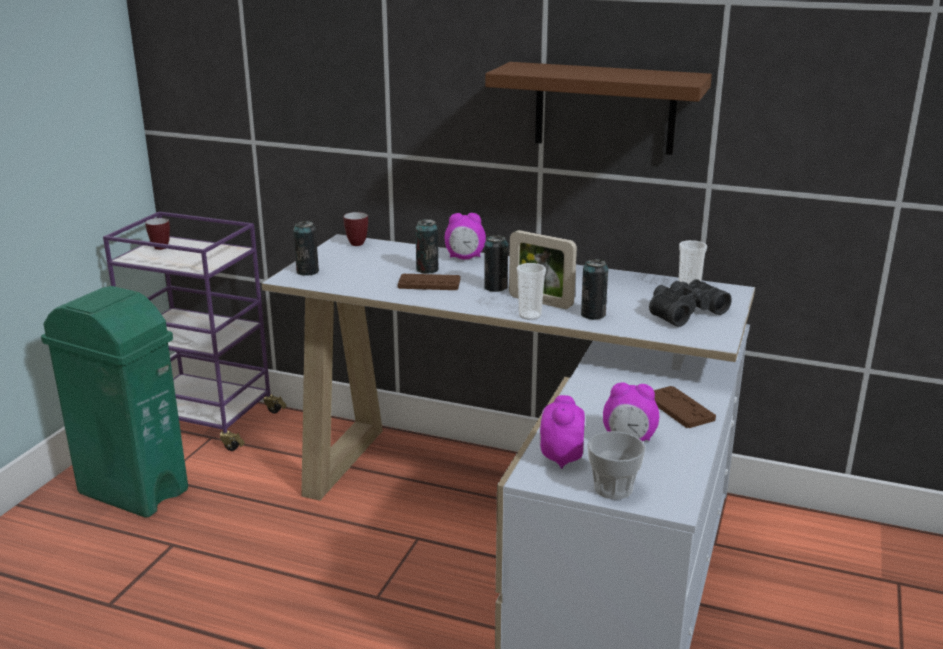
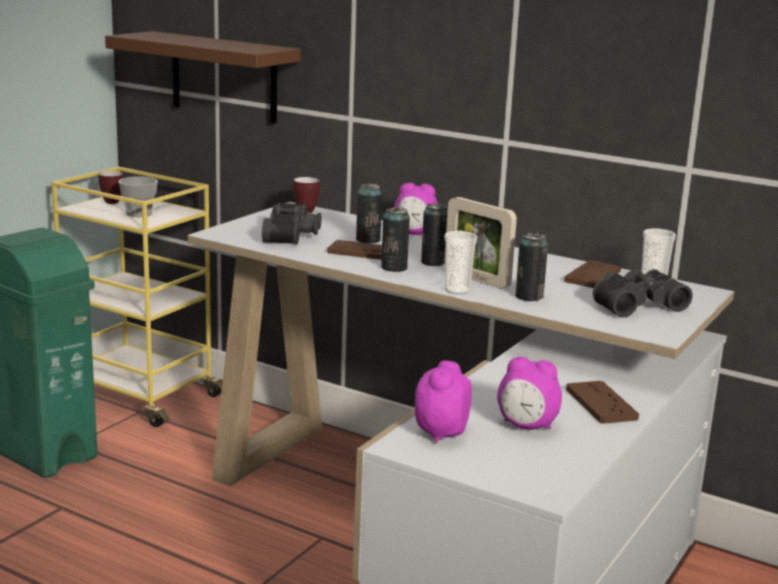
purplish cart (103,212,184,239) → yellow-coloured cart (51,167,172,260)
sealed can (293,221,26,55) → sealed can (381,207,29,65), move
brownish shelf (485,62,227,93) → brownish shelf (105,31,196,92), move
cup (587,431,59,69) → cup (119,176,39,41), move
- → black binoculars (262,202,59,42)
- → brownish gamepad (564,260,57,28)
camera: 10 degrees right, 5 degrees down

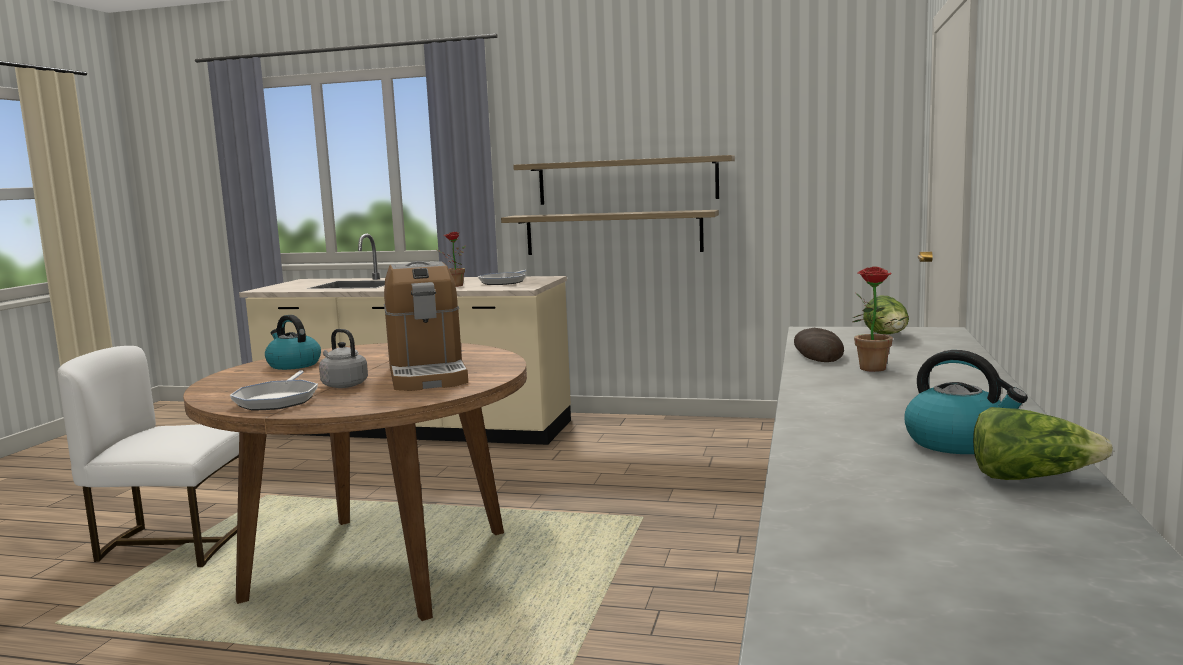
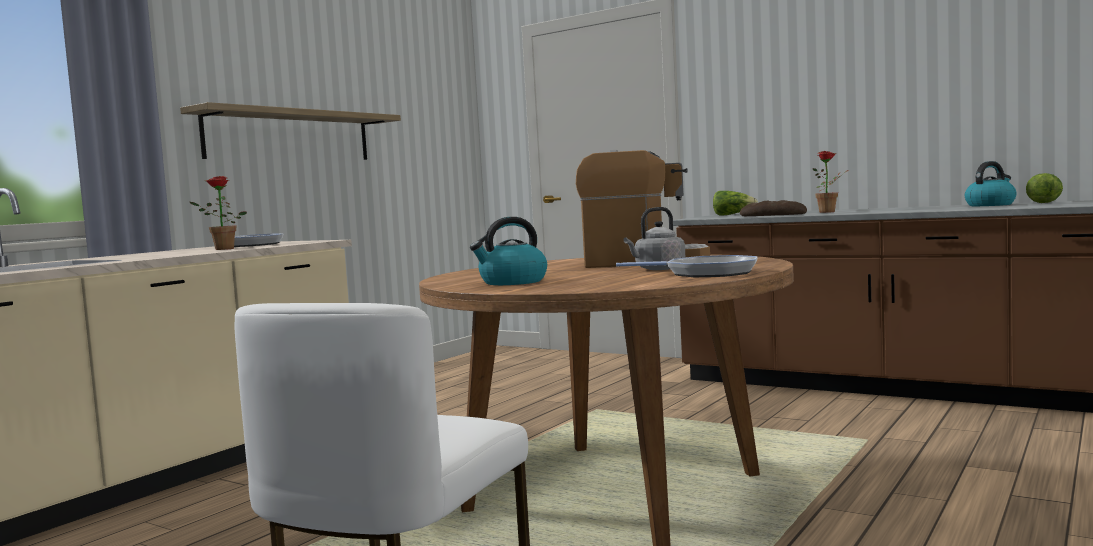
shelf (501,210,218,45) → -
camera: 70 degrees left, 5 degrees down

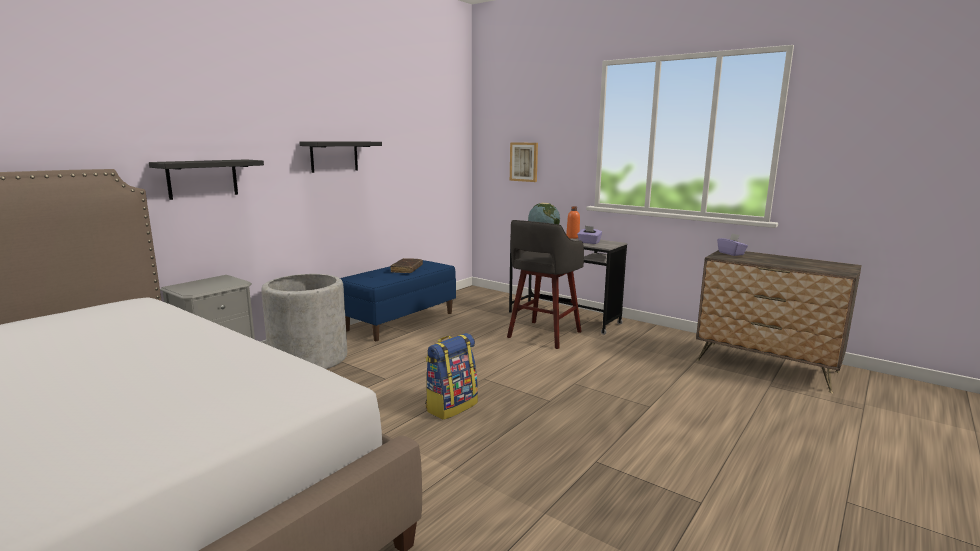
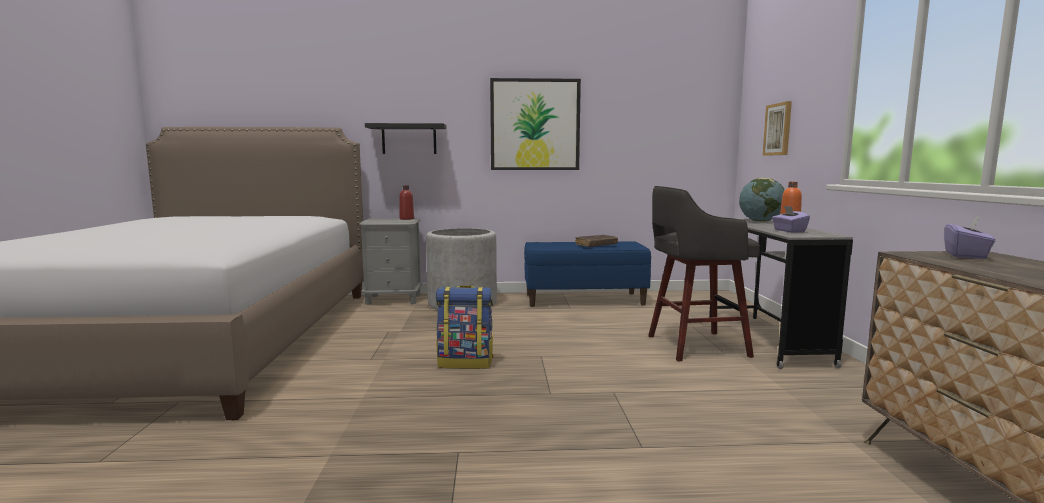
black shelf (299,142,83,31) → picture (490,78,91,92)
- → red-coloured bottle (399,185,15,35)
camera: 50 degrees right, 5 degrees down

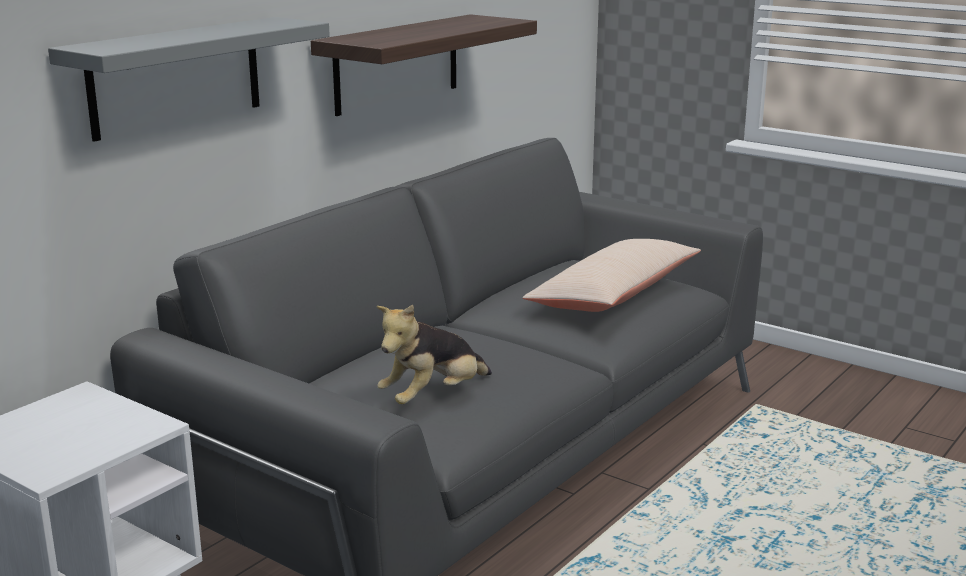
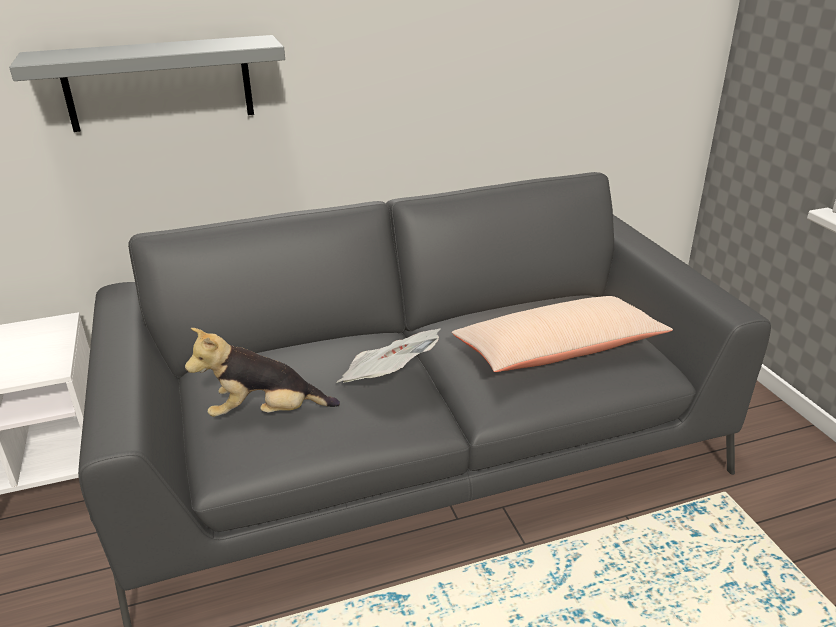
shelf (311,14,226,102) → -
- → daily paper (336,328,104,55)
camera: 35 degrees right, 10 degrees up

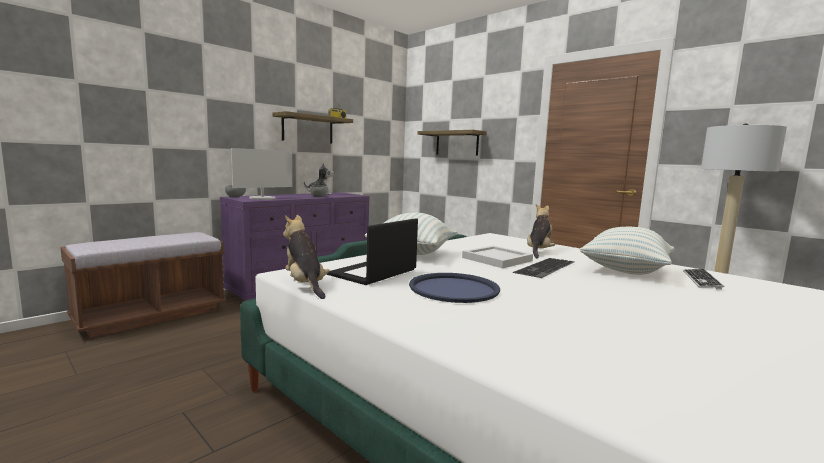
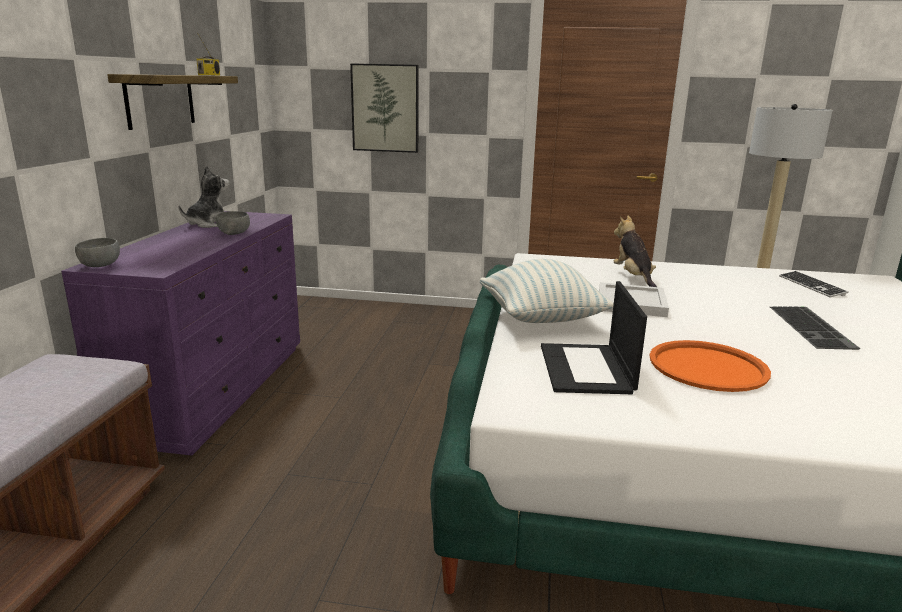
monitor (231,148,62,52) → -
soft toy (283,215,47,84) → -
bluish tray (409,273,91,30) → orange tray (650,340,121,52)
shelf (417,130,70,26) → picture (350,63,69,90)
computer keyboard (513,258,61,20) → computer keyboard (770,306,90,44), move
cushion (580,227,94,48) → -
camera: 35 degrees left, 10 degrees up

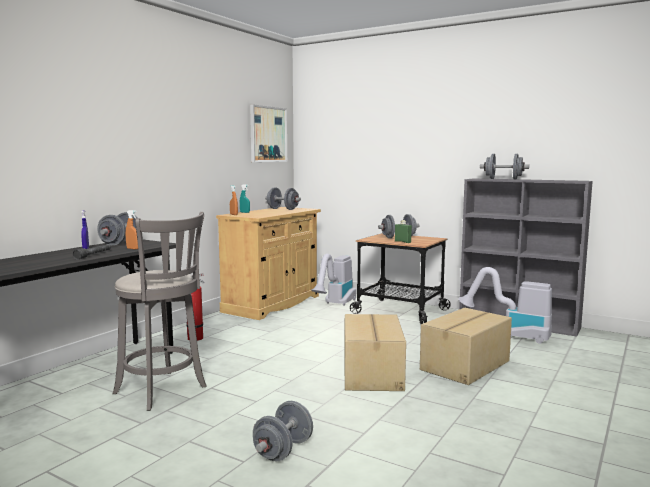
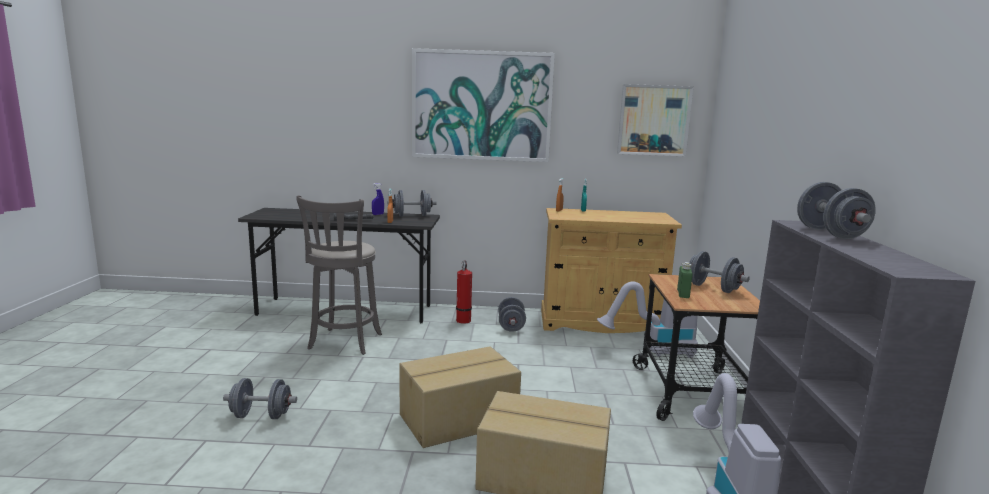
gray dumbbell (265,187,36,23) → gray dumbbell (498,297,28,35), move
- → picture (412,48,143,114)
camera: 60 degrees right, 5 degrees up

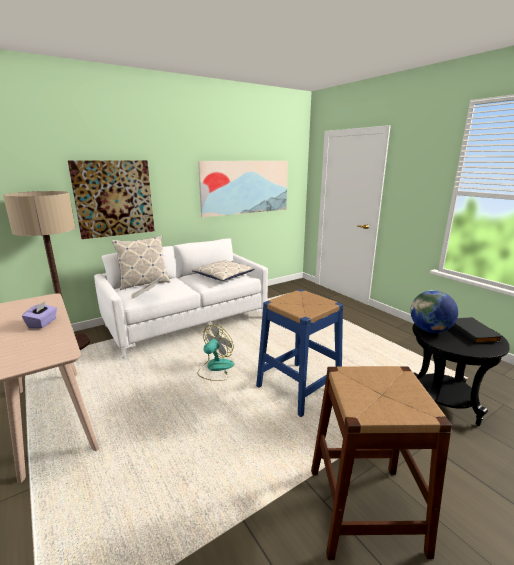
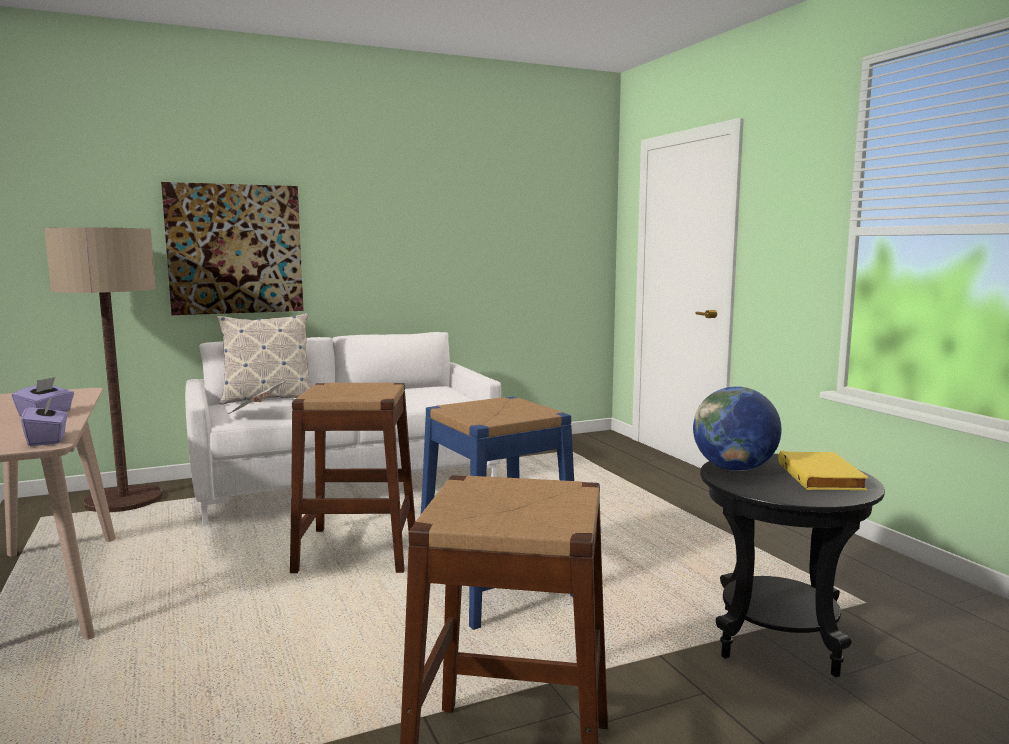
cushion (192,260,63,21) → -
fan (197,325,37,56) → brownish sitting stool (290,383,125,190)
picture (198,161,90,57) → -
black book (451,317,52,27) → yellow-coloured book (778,451,90,39)
- → purplish tissue box (21,396,47,50)
camera: 10 degrees right, 10 degrees down

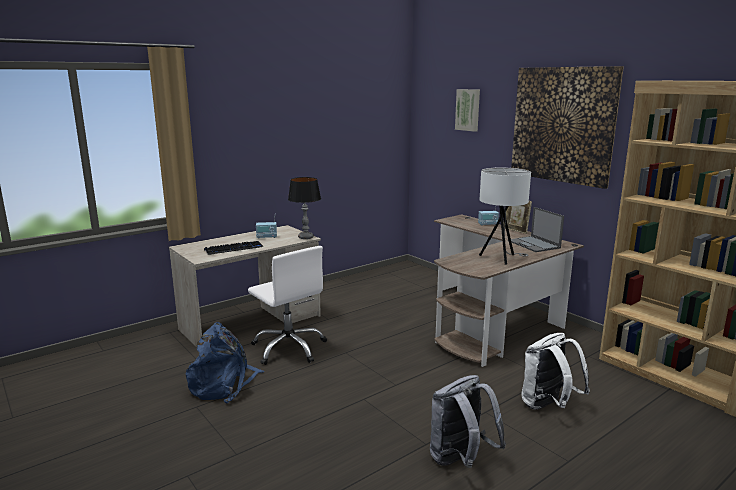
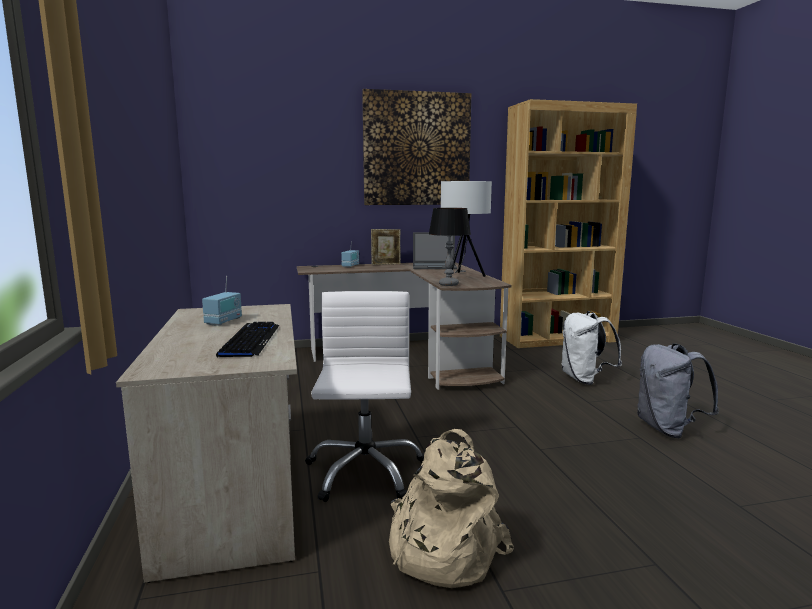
bluish rucksack (185,322,79,81) → beige-coloured rucksack (389,429,125,159)
white office chair (248,246,79,119) → white office chair (305,291,119,211), 75 degrees counterclockwise
table lamp (288,177,33,62) → table lamp (429,208,42,78), move
picture (455,89,25,43) → -
camera: 65 degrees left, 5 degrees down

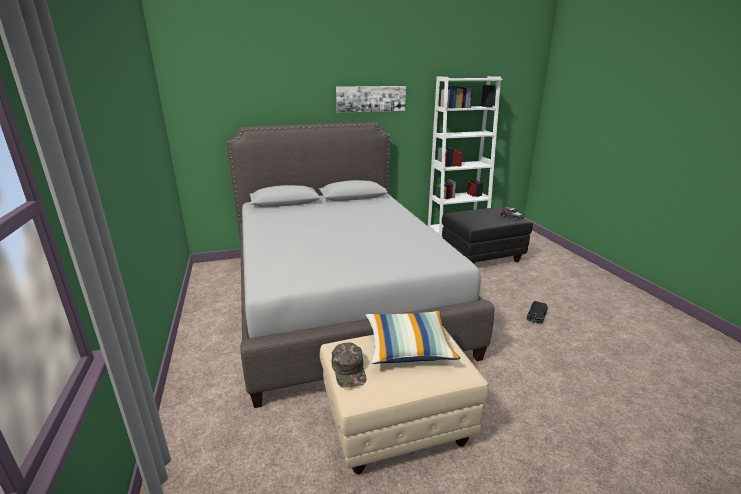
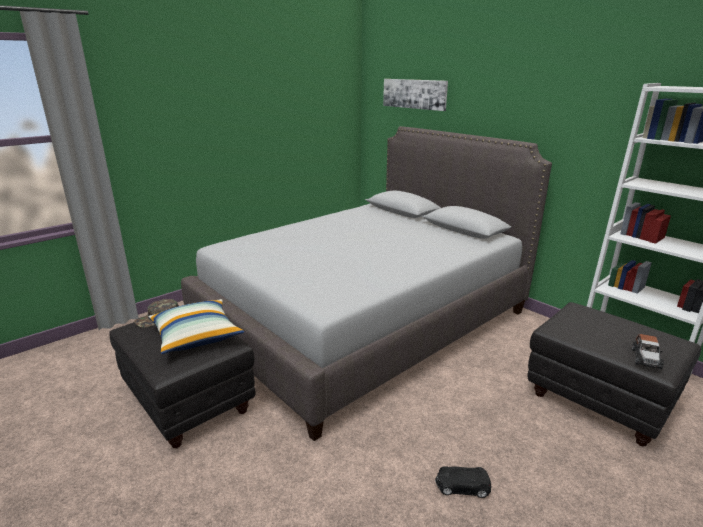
beige-coloured ottoman (320,326,169,148) → black ottoman (109,322,147,126)
picture (336,86,70,27) → picture (383,79,65,32), move
camera: 65 degrees right, 0 degrees up

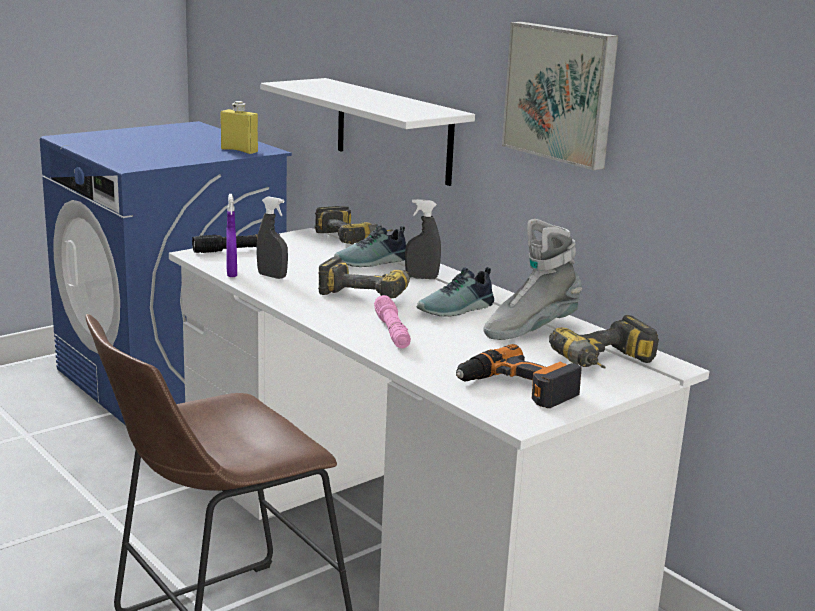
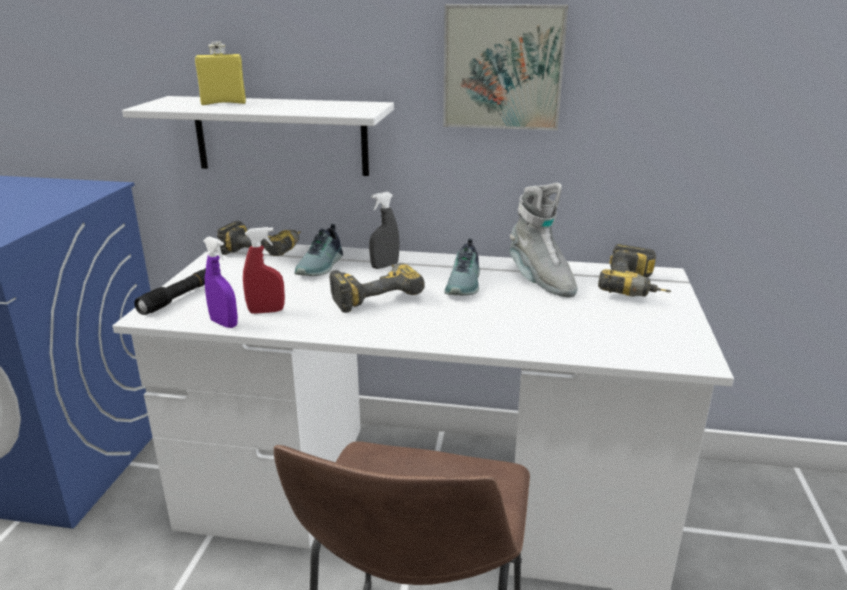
yellow-coloured bottle (220,101,38,53) → yellow-coloured bottle (195,42,51,63), move
gray hand sprayer (256,196,32,83) → red-coloured hand sprayer (243,227,42,87)
pink-coloured hand torch (374,295,37,53) → -
drill (456,344,126,64) → -
gray tall boot (483,219,99,121) → gray tall boot (510,183,67,114), 45 degrees counterclockwise
camera: 40 degrees left, 5 degrees up

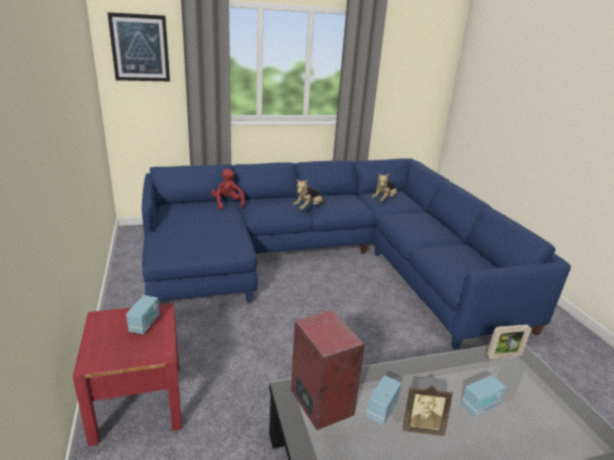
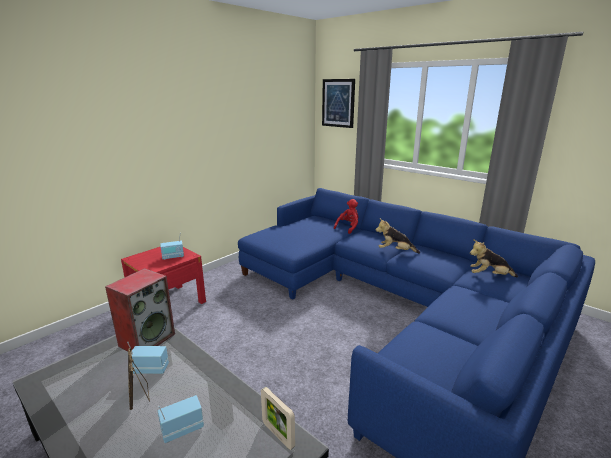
radio set (461,364,45,53) → radio set (157,395,47,48), 120 degrees clockwise
camera: 60 degrees right, 5 degrees down

